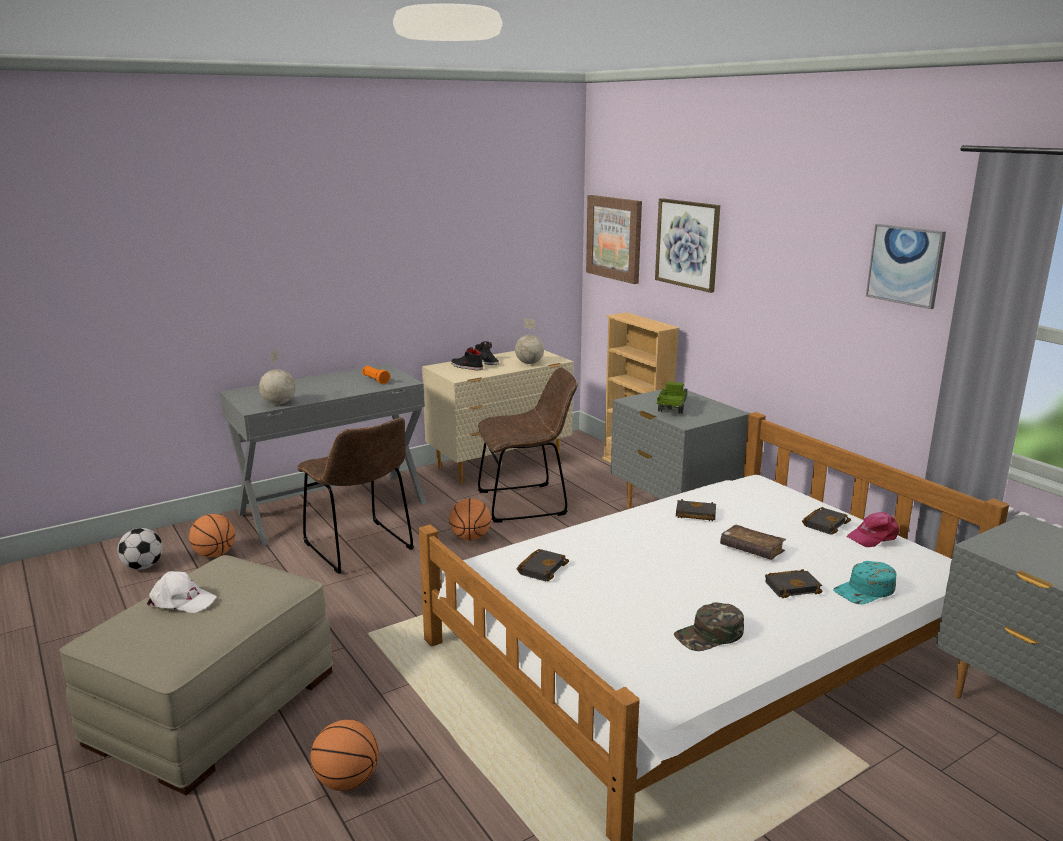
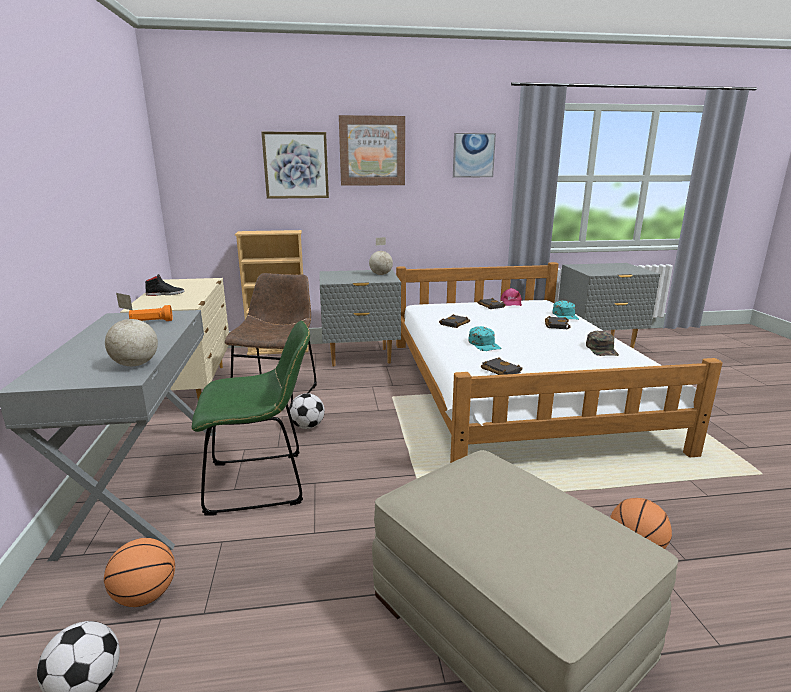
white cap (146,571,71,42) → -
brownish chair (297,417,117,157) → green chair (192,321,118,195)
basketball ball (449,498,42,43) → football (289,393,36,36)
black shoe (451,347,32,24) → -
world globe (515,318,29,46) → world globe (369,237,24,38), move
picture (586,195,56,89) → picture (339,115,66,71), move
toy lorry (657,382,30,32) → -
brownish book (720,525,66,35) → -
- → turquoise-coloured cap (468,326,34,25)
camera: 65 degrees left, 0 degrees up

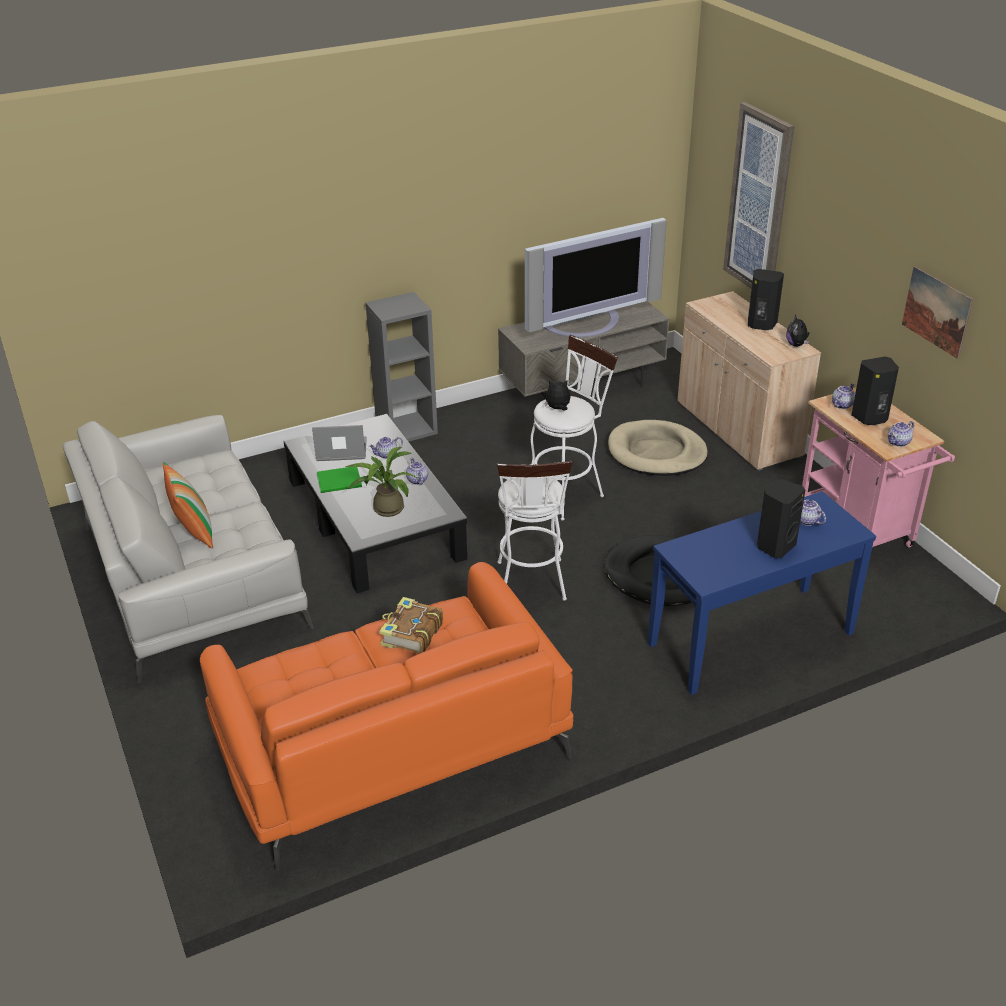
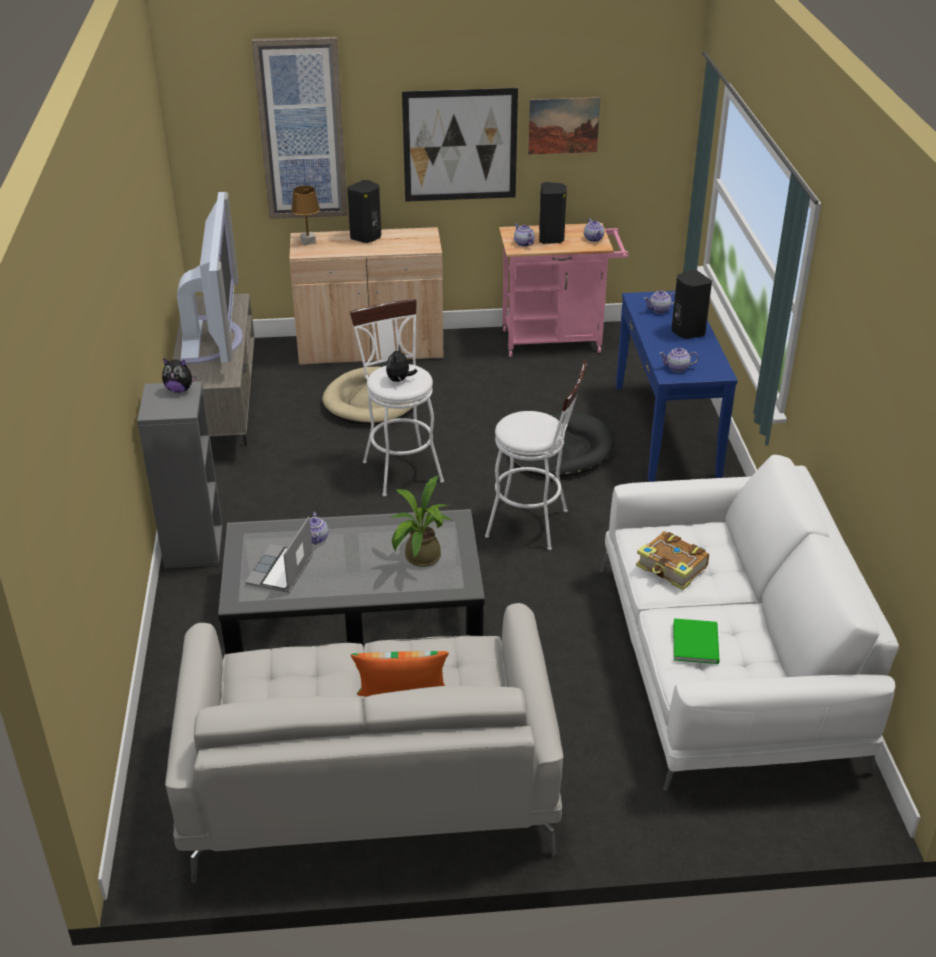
orange settee (200,562,374,309) → white settee (600,455,299,336)
green book (317,467,45,26) → green book (673,618,47,46), move
teapot (406,458,22,27) → teapot (660,347,39,25), move
soft toy (786,315,23,32) → soft toy (162,358,35,35), move
- → brownish table lamp (291,186,29,59)
- → picture (402,88,116,114)
camera: 70 degrees left, 0 degrees up

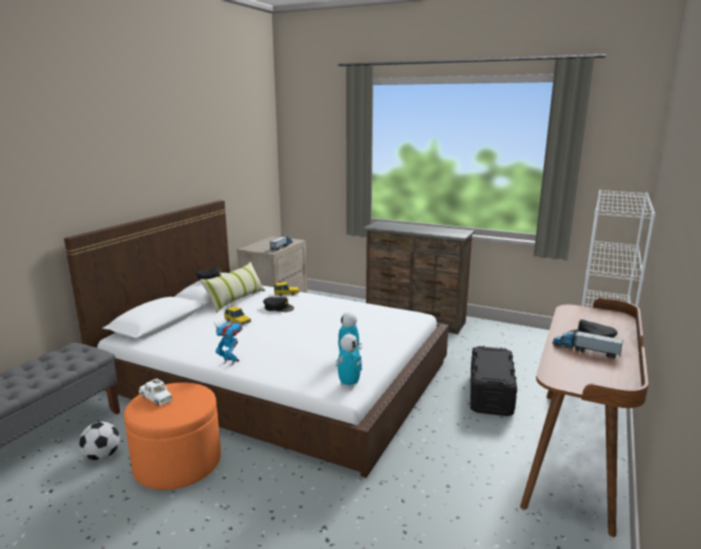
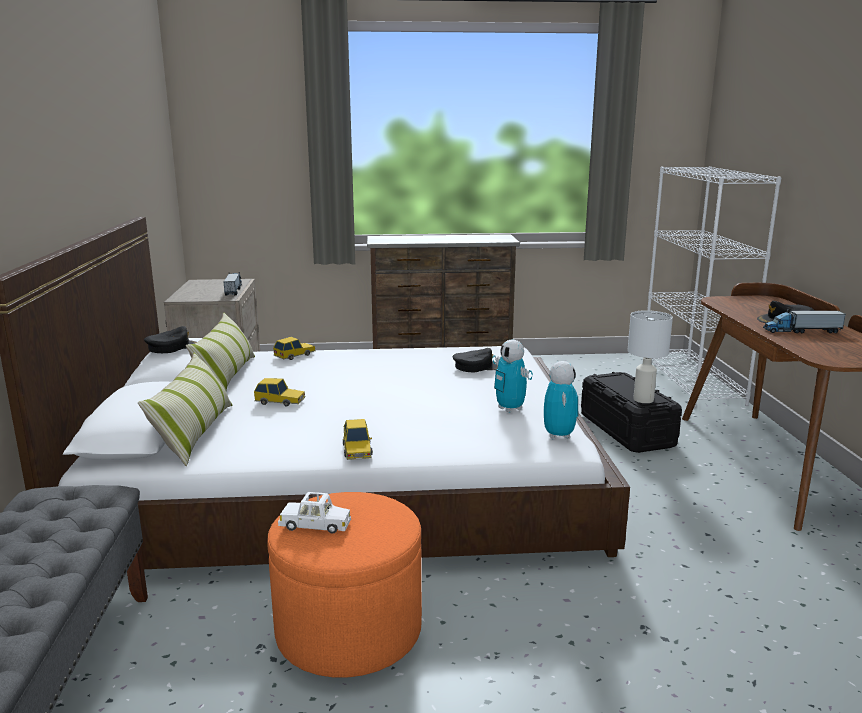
football (79,422,41,38) → -
toy robot (213,321,30,44) → miniature car (343,419,30,41)
black cap (263,297,31,15) → black cap (453,348,45,25), move
- → cushion (138,353,94,113)
- → white table lamp (628,310,45,93)
camera: 30 degrees left, 0 degrees up

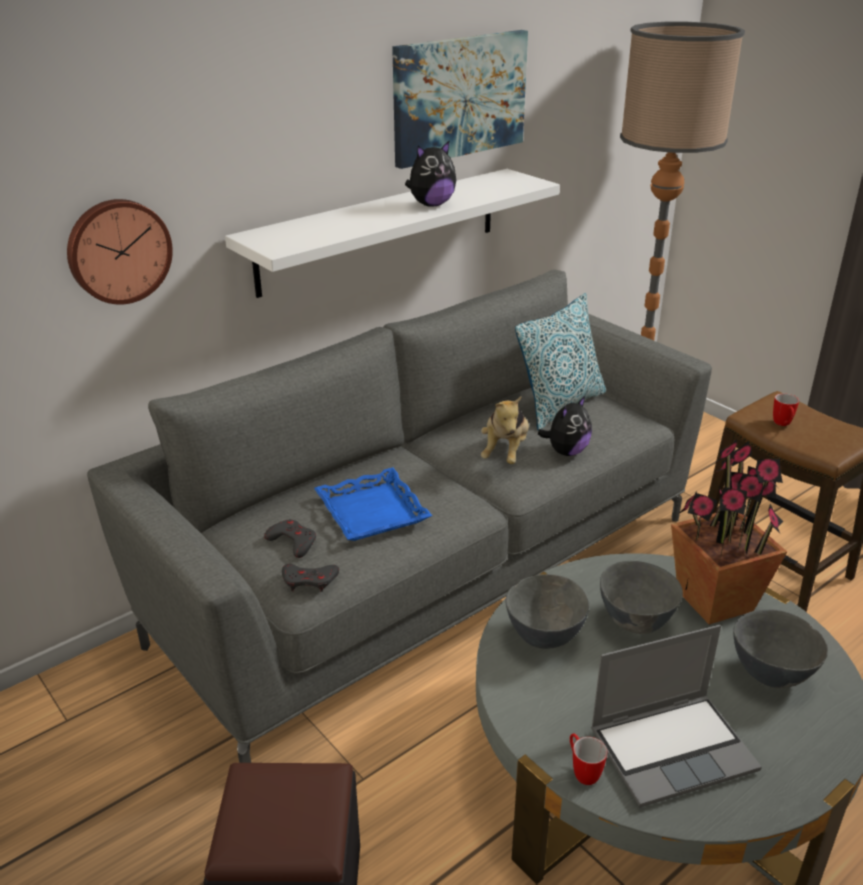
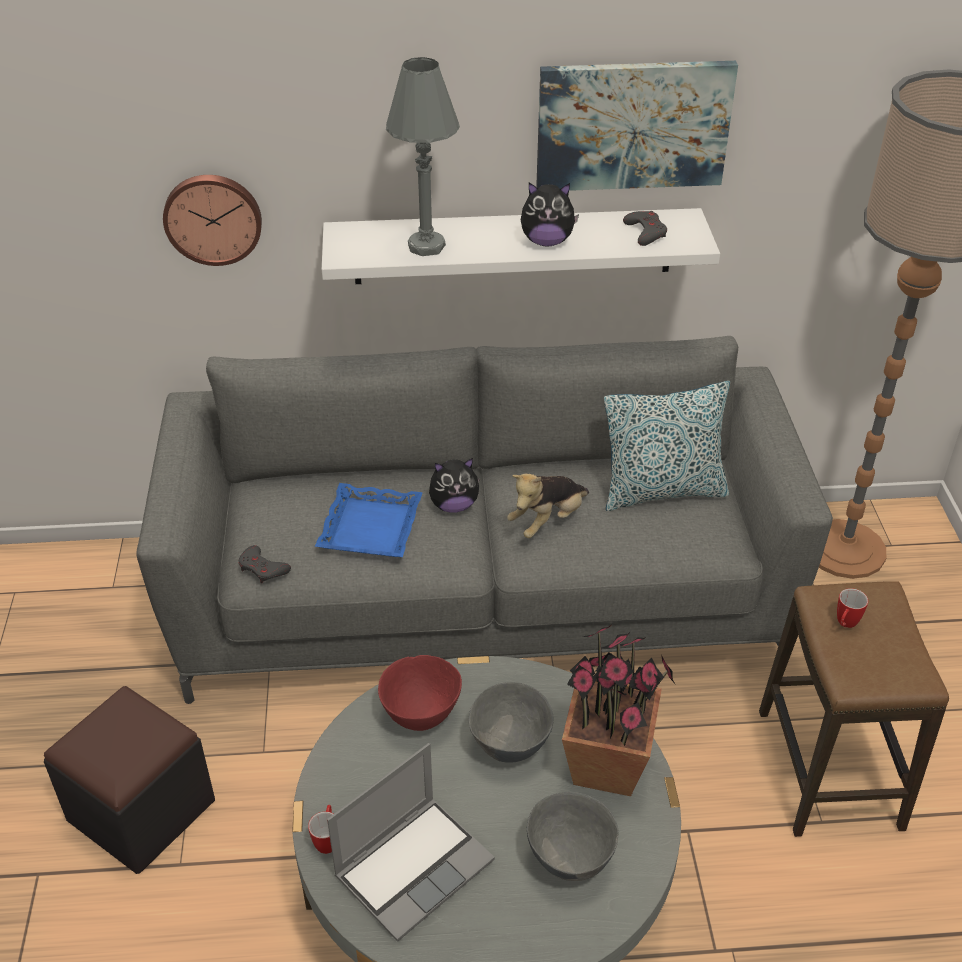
gray gamepad (264,519,52,39) → gray gamepad (623,211,44,35), move
gray bowl (506,574,83,75) → red-coloured bowl (378,655,84,76)
soft toy (538,396,54,60) → soft toy (429,458,51,55), move
laptop (591,625,171,183) → laptop (327,743,168,199), 60 degrees counterclockwise
- → gray table lamp (386,57,74,199)
camera: 35 degrees right, 10 degrees up

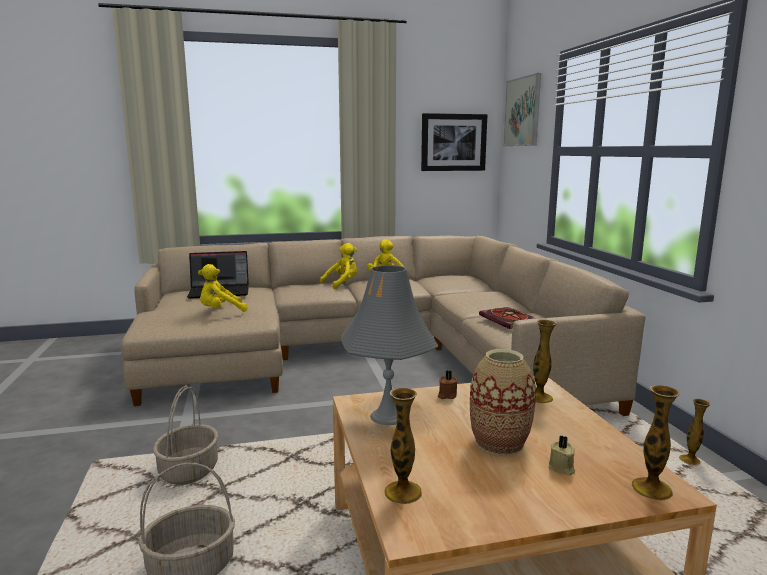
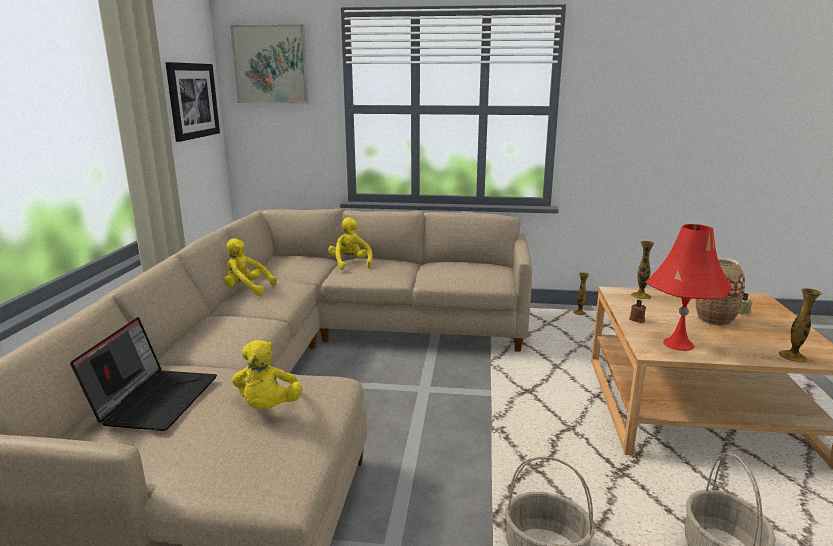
yellow-coloured soft toy (320,243,37,46) → yellow-coloured soft toy (328,217,44,53), move
gray table lamp (341,265,97,160) → red-coloured table lamp (646,224,85,127)
book (479,307,57,22) → -
decorative vase (632,385,48,115) → -
camera: 70 degrees left, 5 degrees up

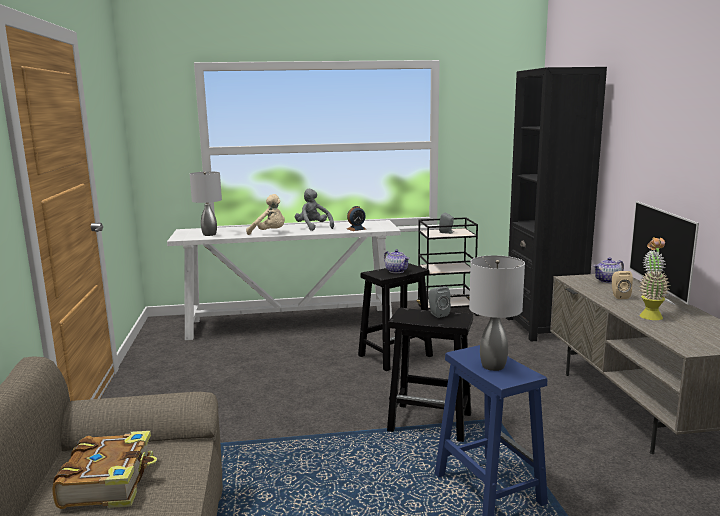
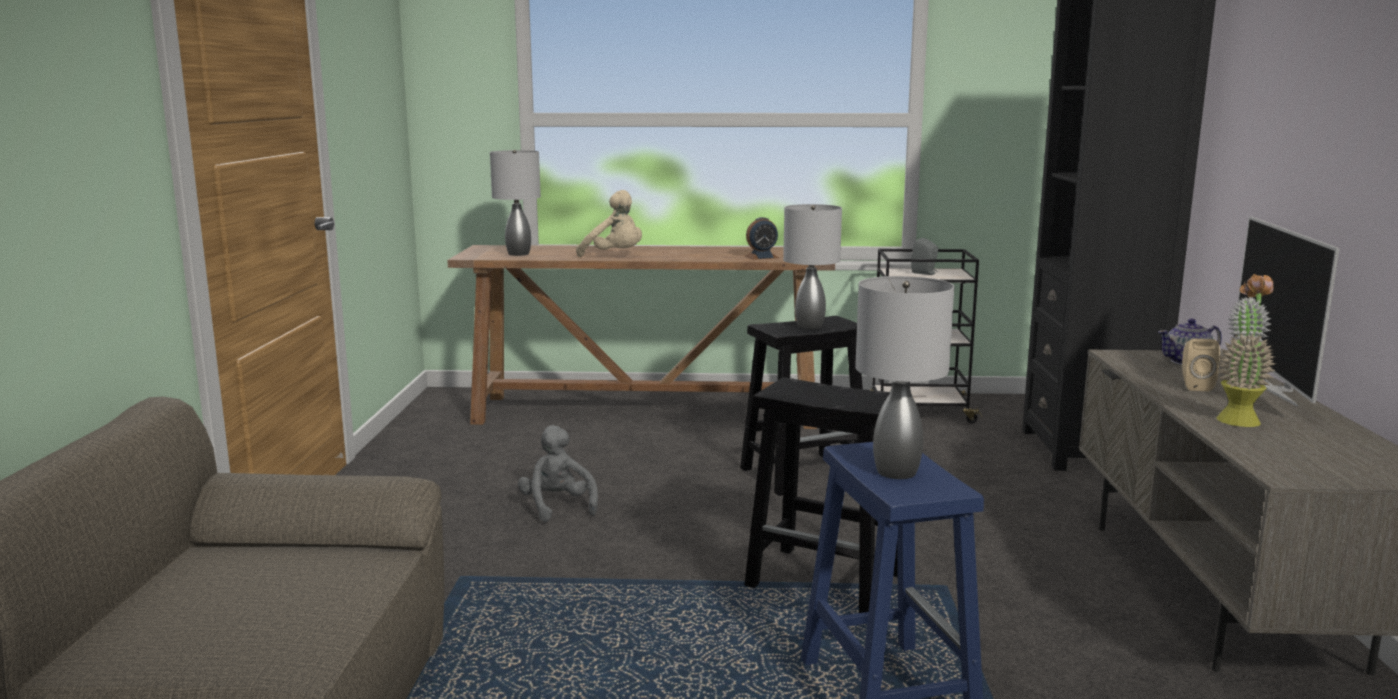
book (52,431,105,78) → -
white console table (167,220,234,120) → brownish console table (447,245,388,184)
gray soft toy (295,189,39,42) → gray soft toy (518,425,80,97), move
teapot (384,249,26,24) → gray table lamp (783,204,59,125)
gray speaker (428,286,23,32) → -
camera: 10 degrees right, 0 degrees up

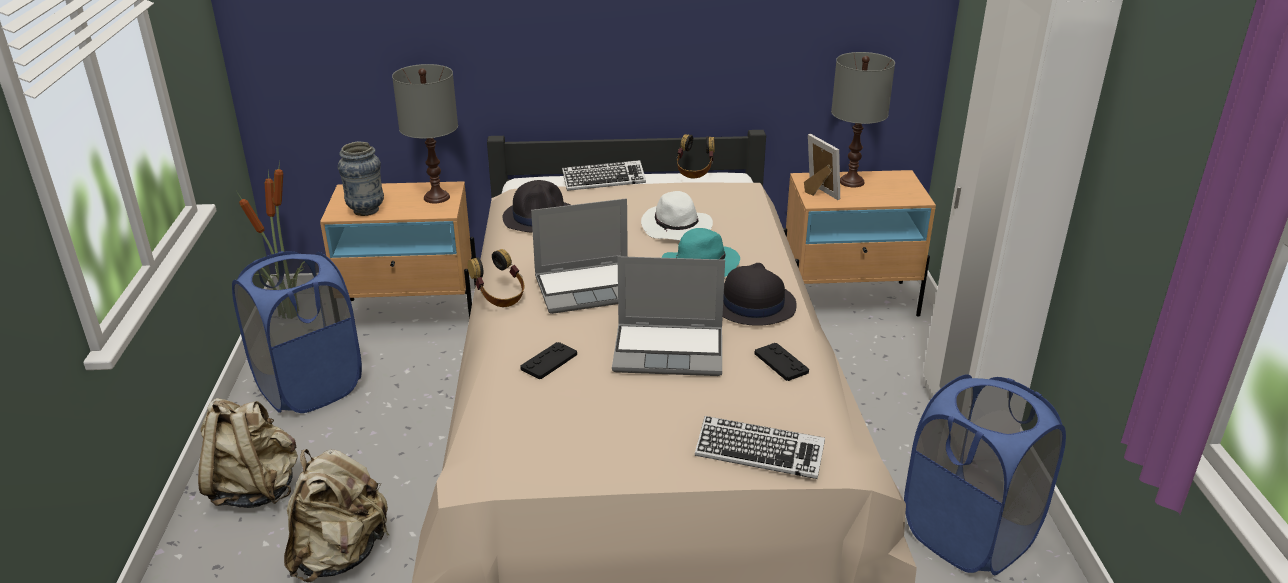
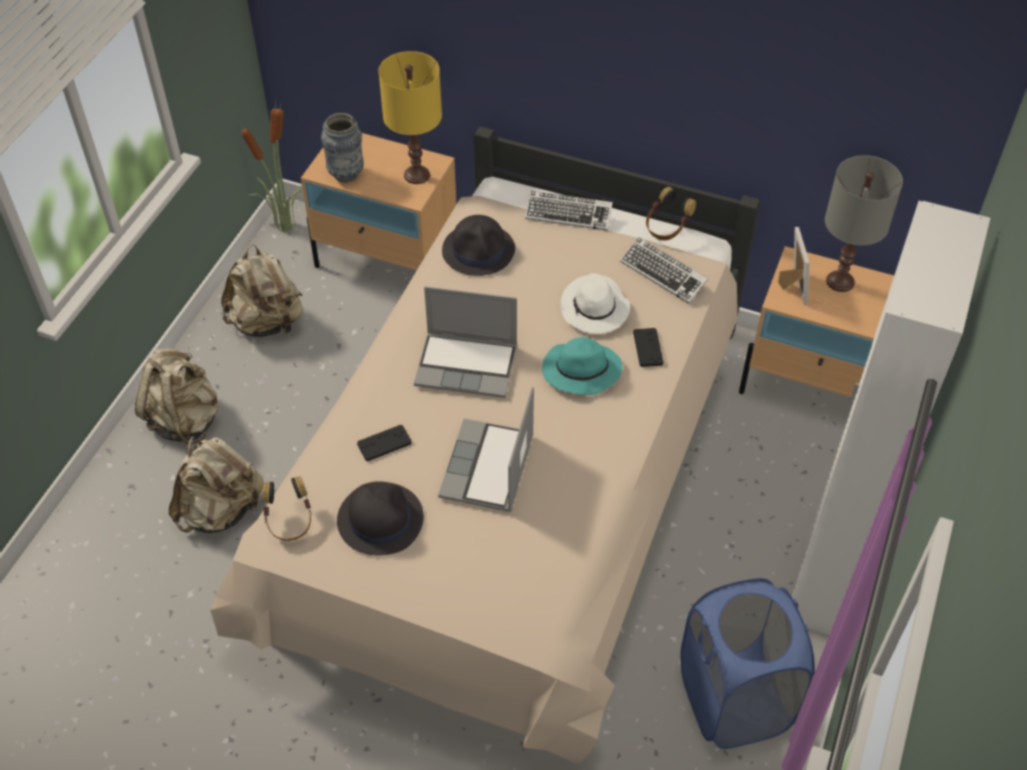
bluish hamper (232,251,130,162) → beige-coloured rucksack (221,244,83,93)
gray table lamp (392,64,66,139) → yellow-coloured table lamp (379,51,63,133)
headphones (468,249,57,58) → headphones (262,476,50,65), move
laptop (612,256,113,120) → laptop (438,387,96,125), 75 degrees clockwise
computer keyboard (695,416,130,63) → computer keyboard (620,237,88,67), move
black hat (723,263,74,63) → black hat (337,481,87,74), move
black gamepad (754,343,55,38) → black gamepad (633,328,31,39), move
camera: 25 degrees right, 20 degrees up

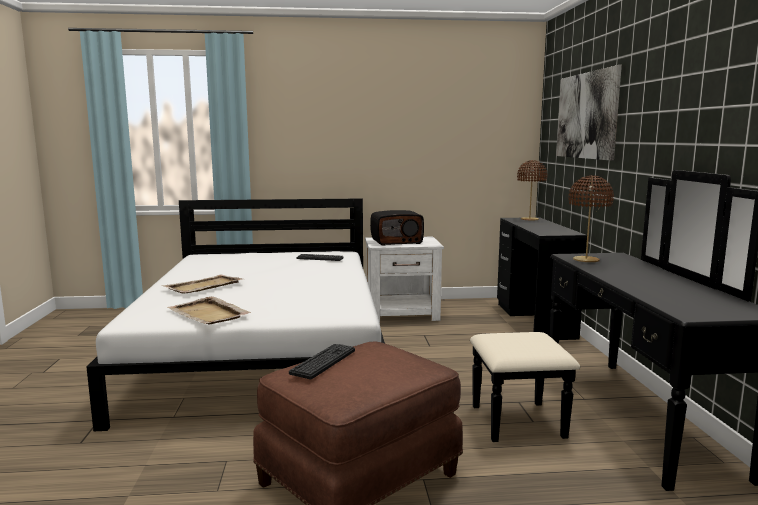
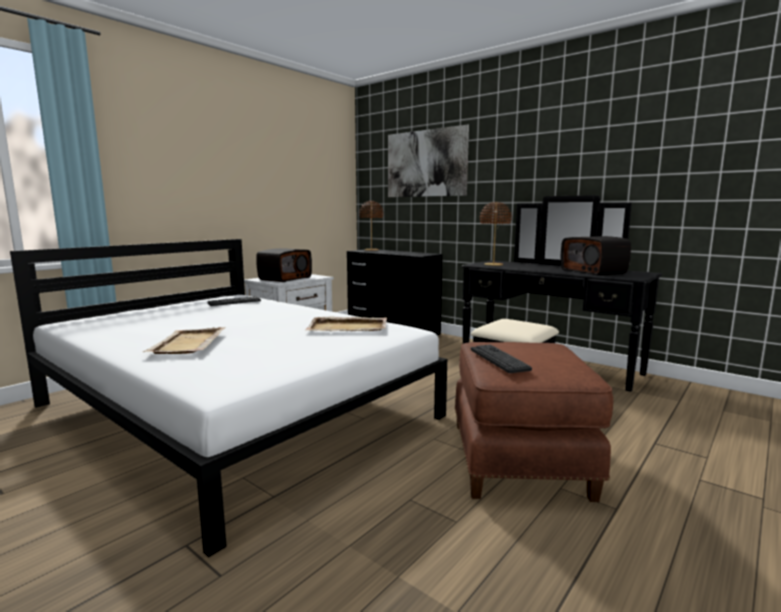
beige-coloured tray (167,296,84,29) → beige-coloured tray (306,316,81,15), move
- → radio set (561,236,70,39)
camera: 45 degrees left, 0 degrees up

